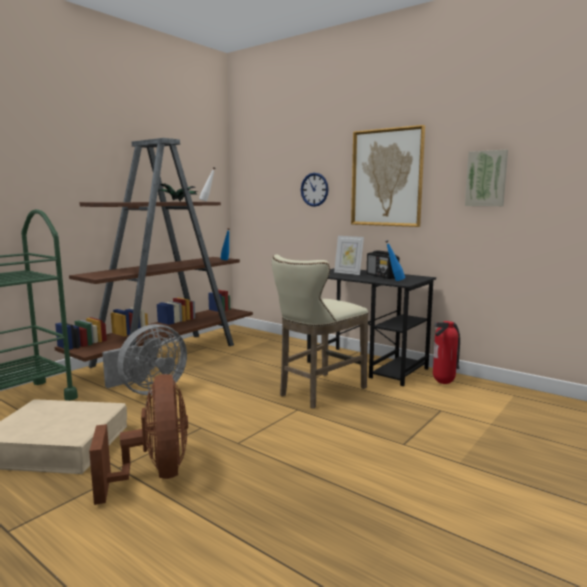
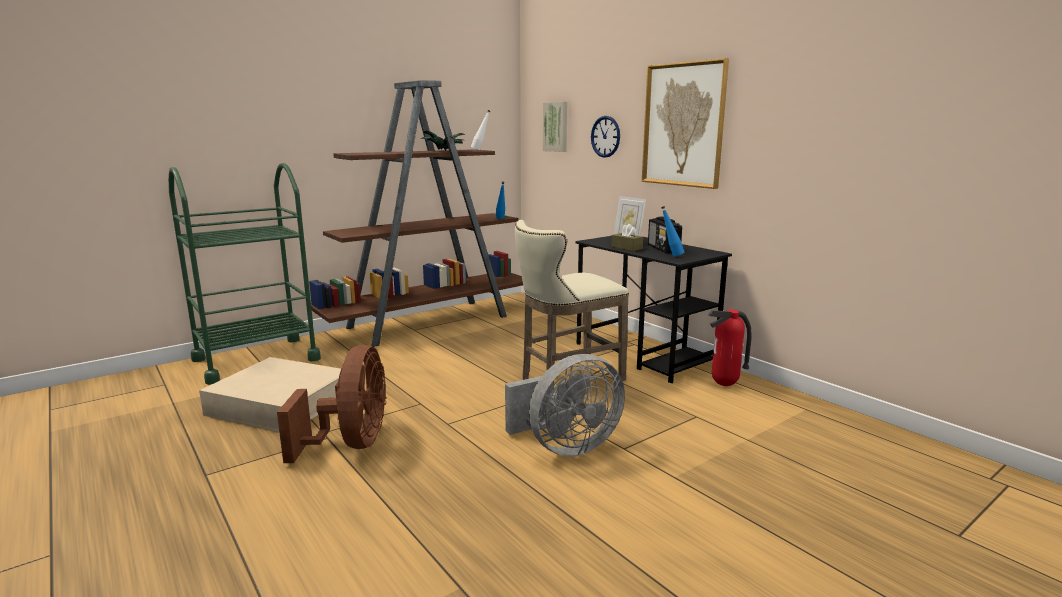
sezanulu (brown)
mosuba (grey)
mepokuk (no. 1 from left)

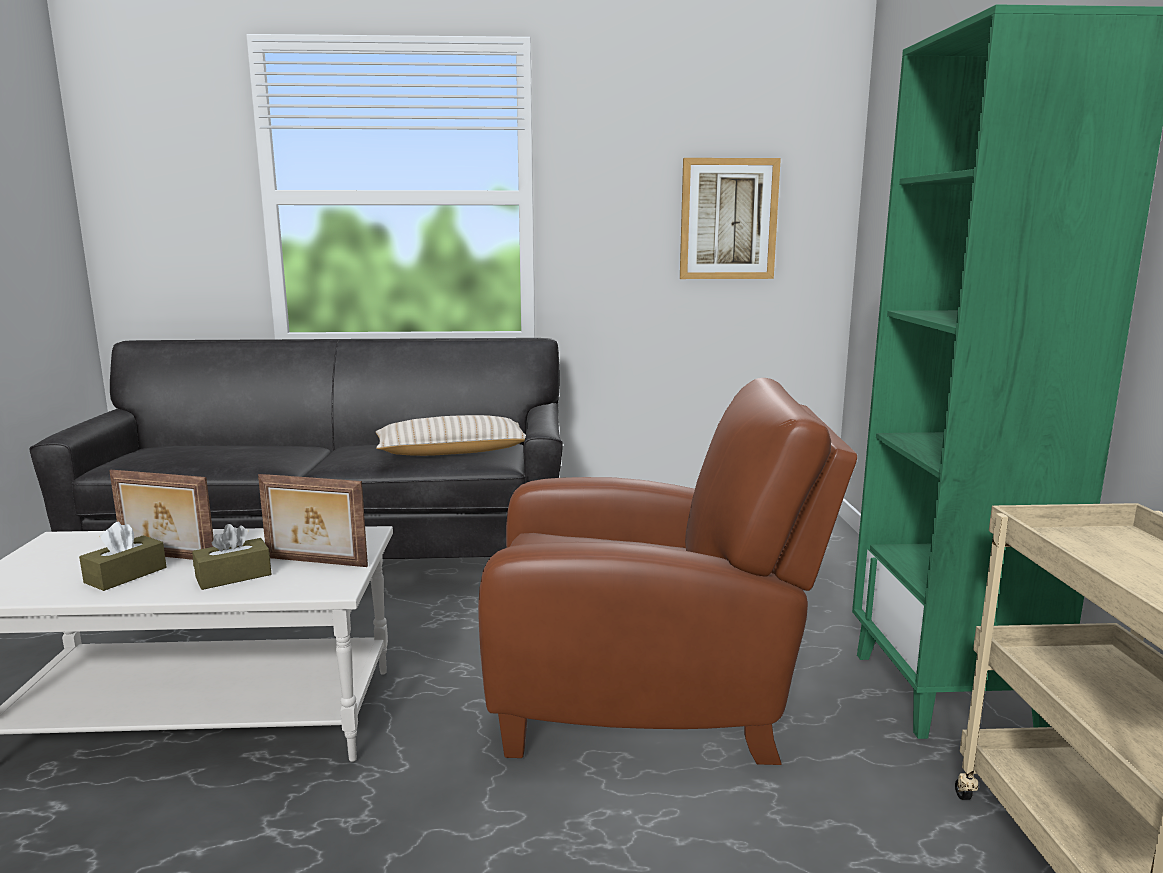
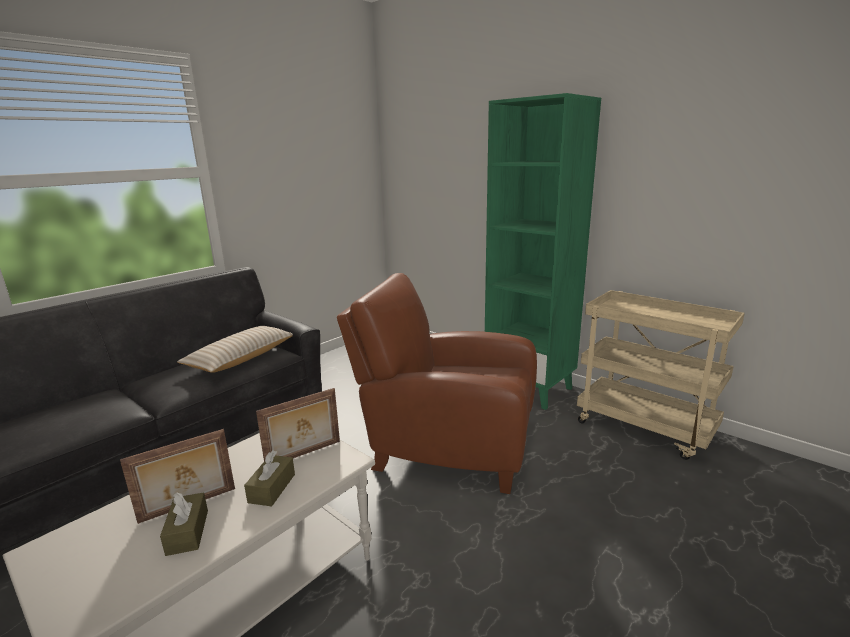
mepokuk
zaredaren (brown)

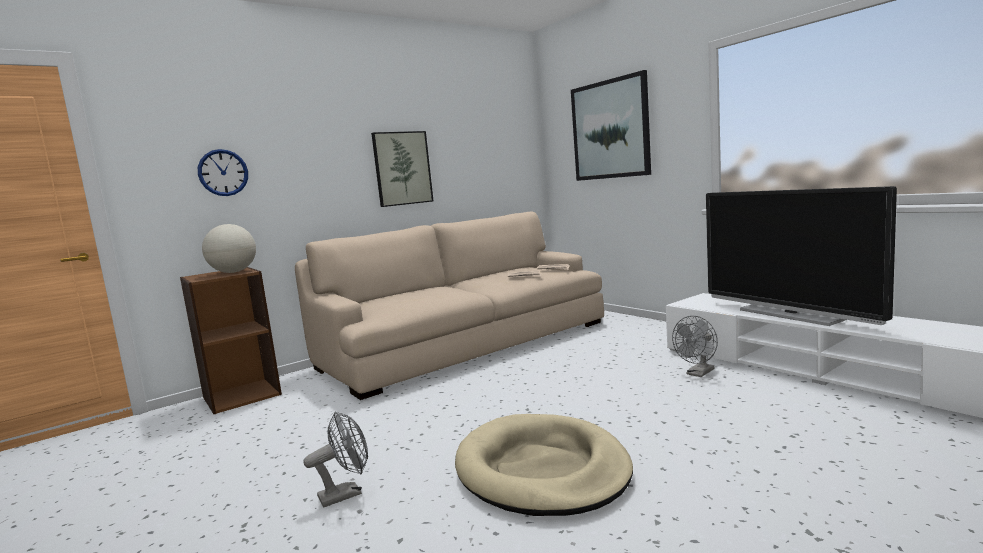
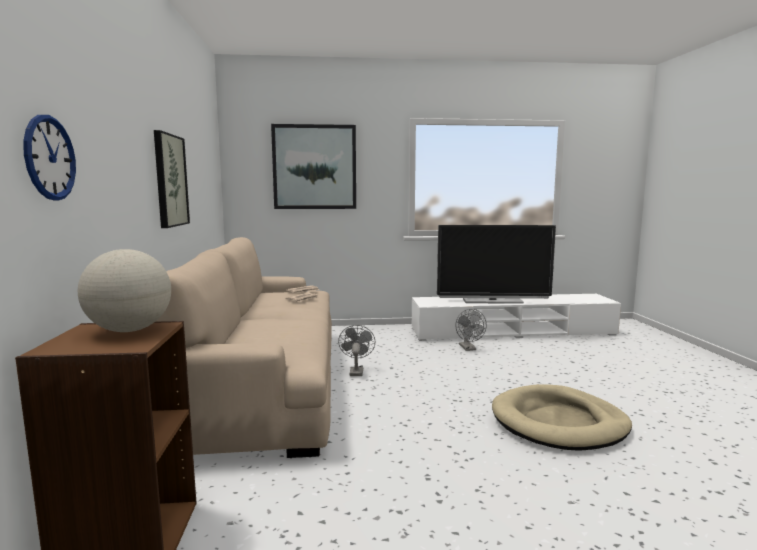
mosuba (grey) (no. 1 from left)

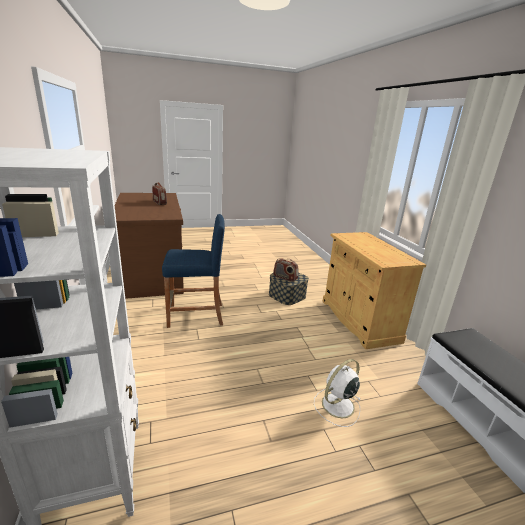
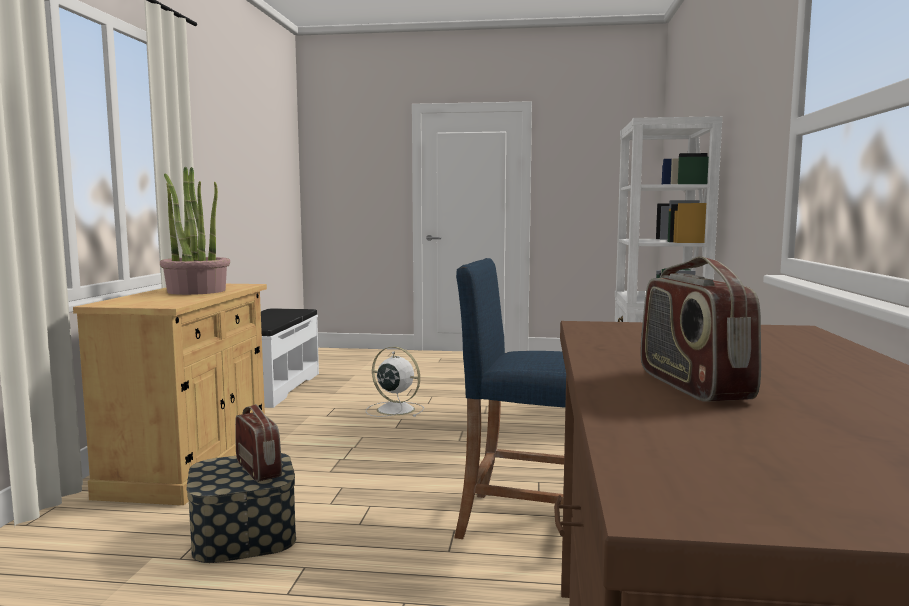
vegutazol
mosuba (white)

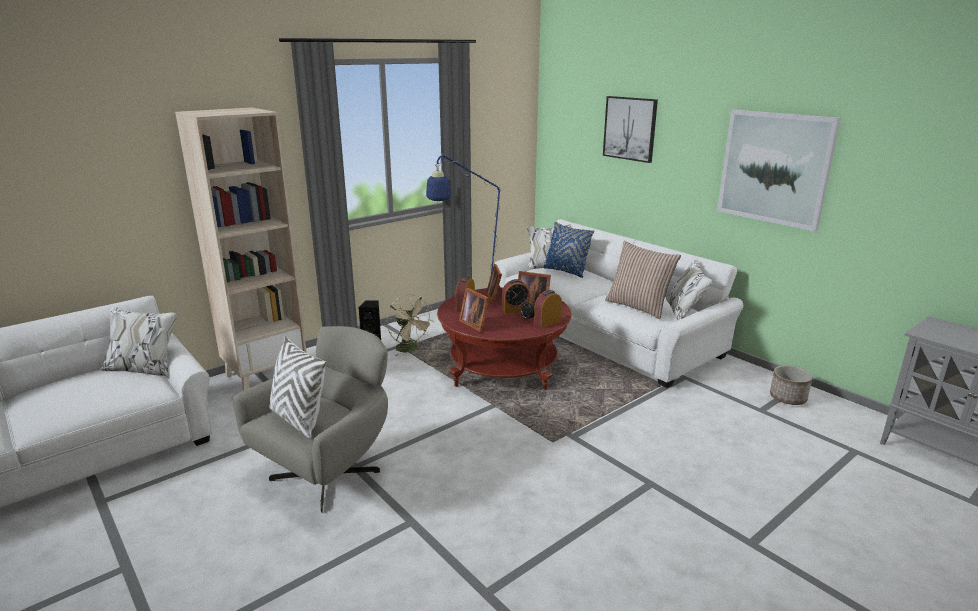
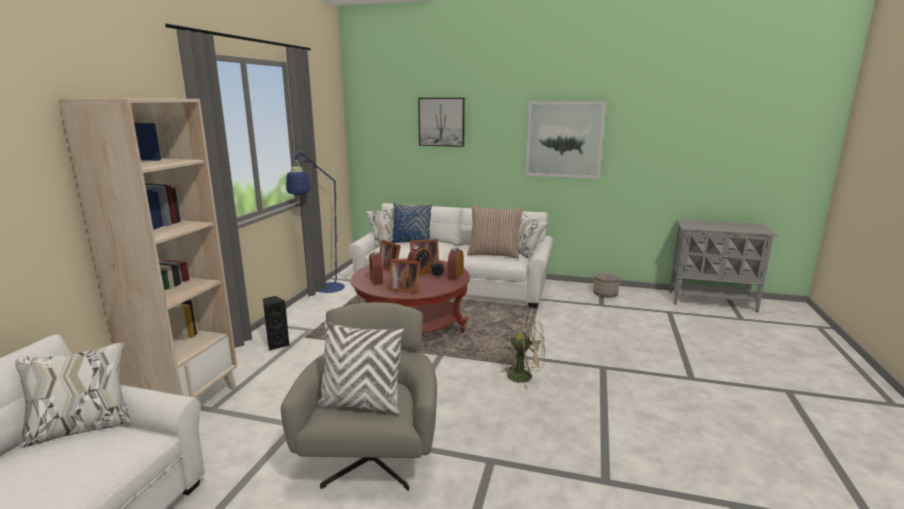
mosuba (beige)

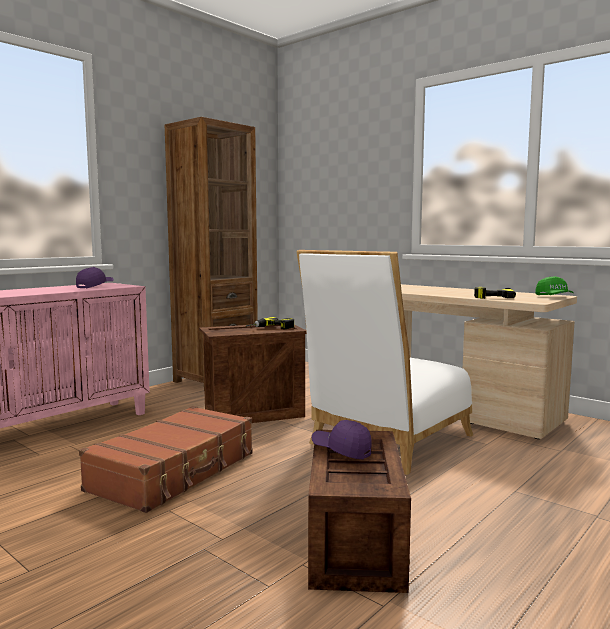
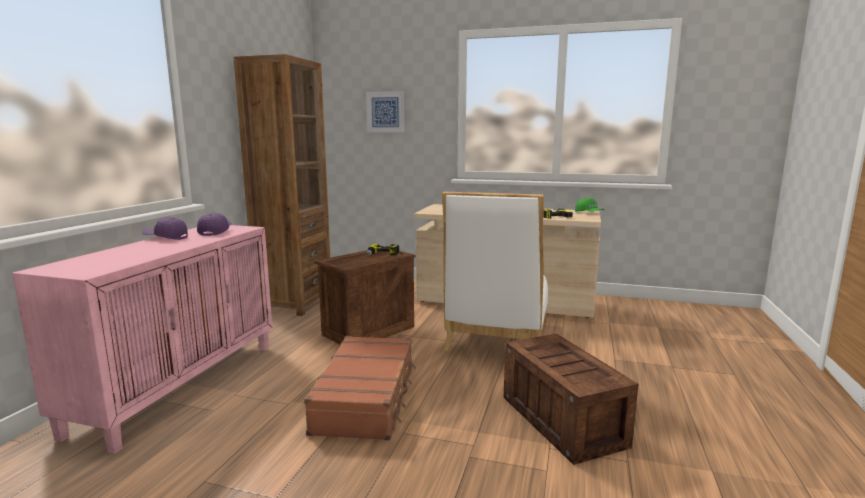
mepokuk
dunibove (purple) (no. 1 from left)

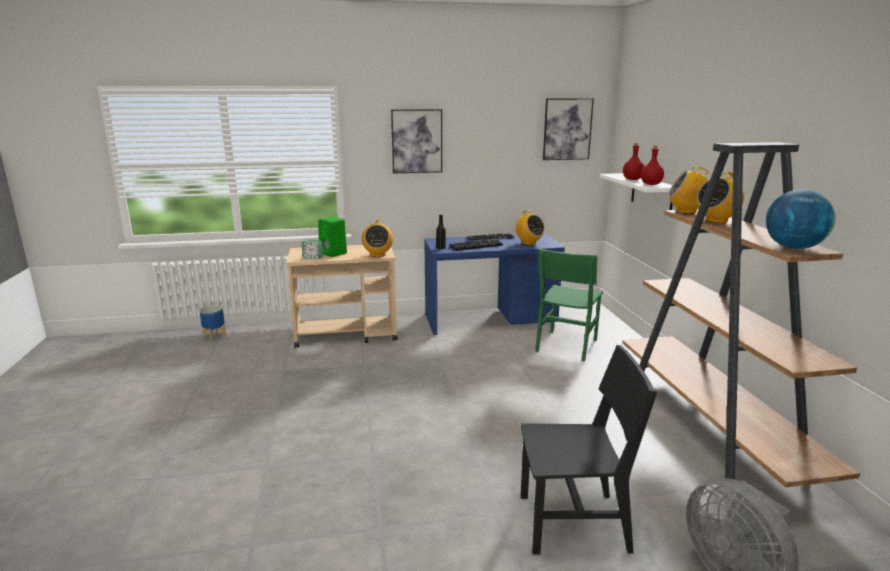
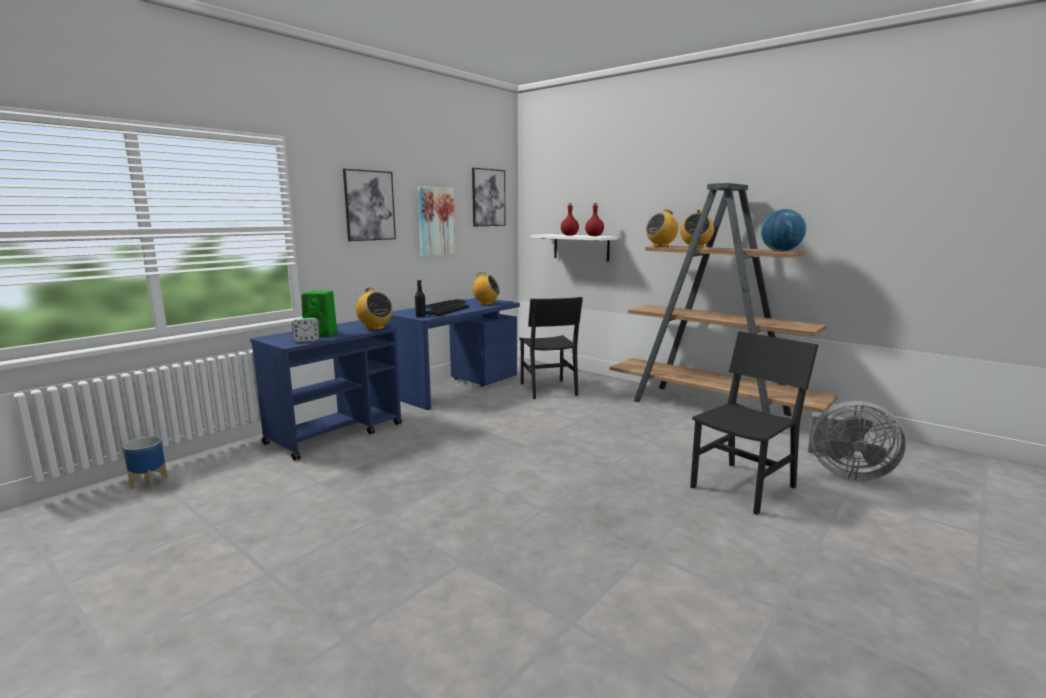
mepokuk (no. 2 from left)
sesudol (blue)
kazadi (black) (no. 1 from left)

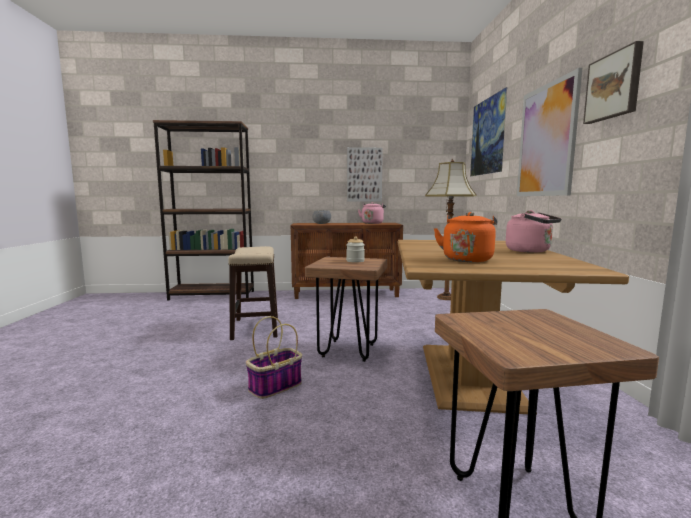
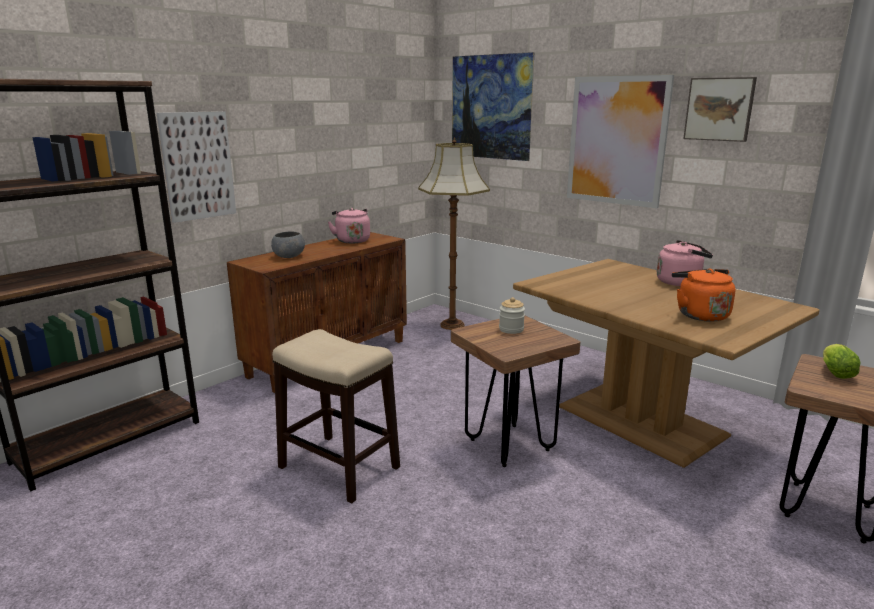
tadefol
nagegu
mepokuk (no. 1 from left)

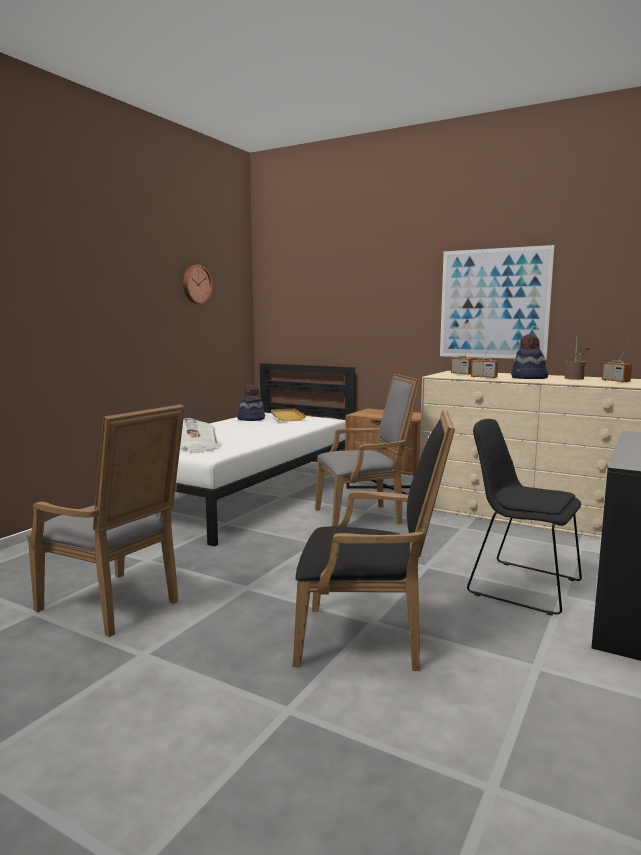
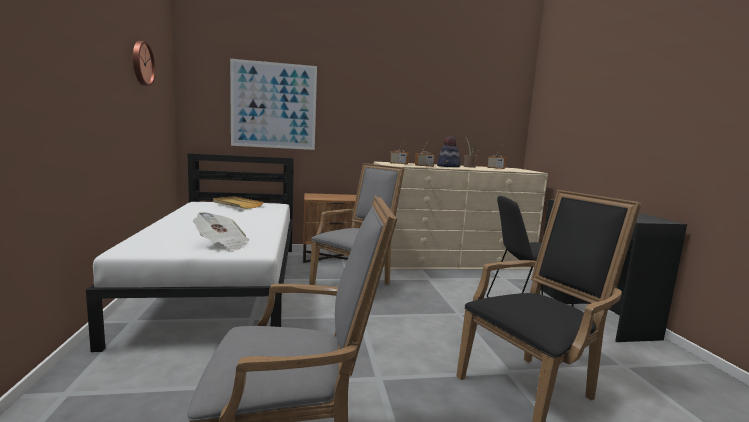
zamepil (no. 1 from left in the first image)
mepokuk

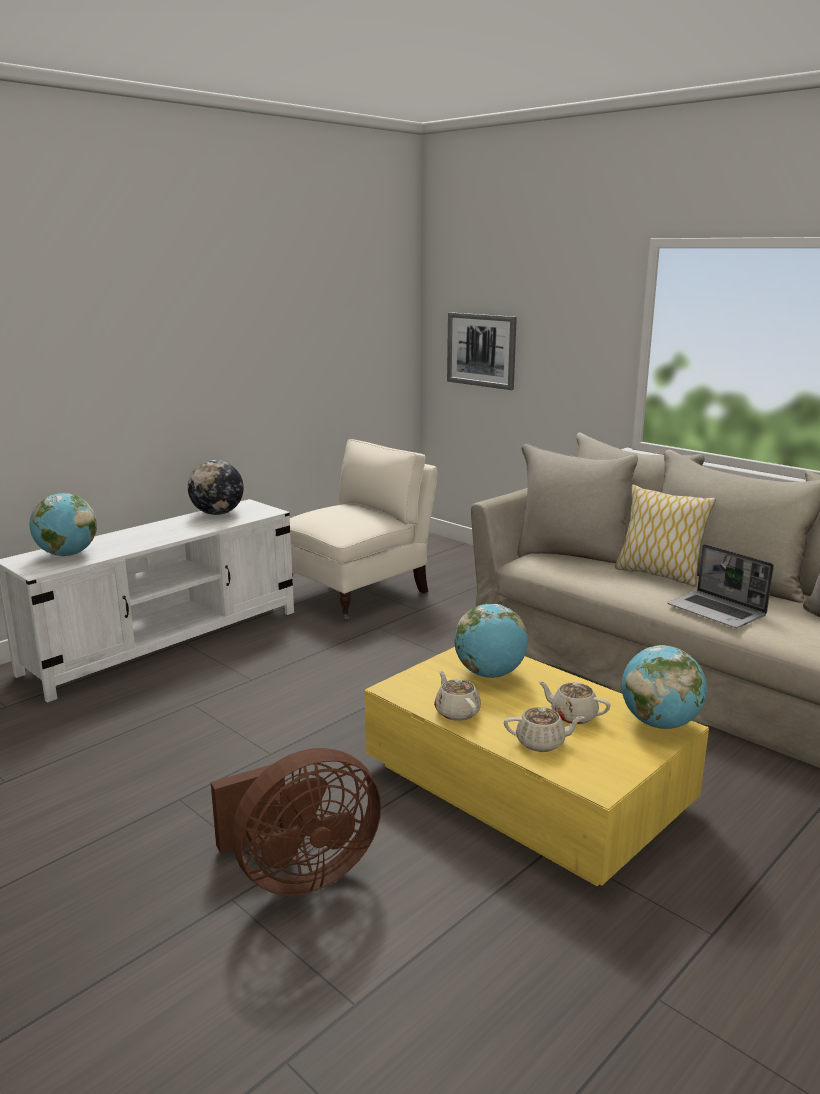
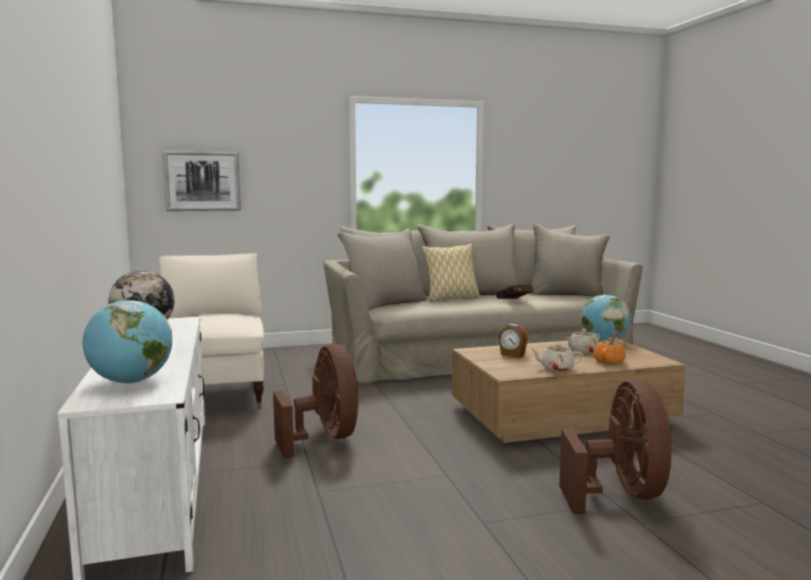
mosuba (brown) (no. 1 from left)
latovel
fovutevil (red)
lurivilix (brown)
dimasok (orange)

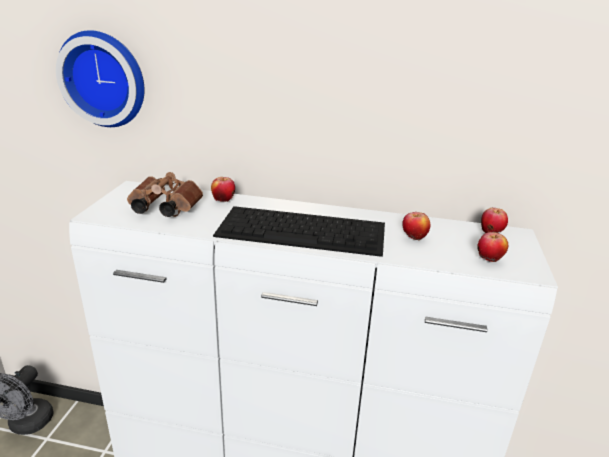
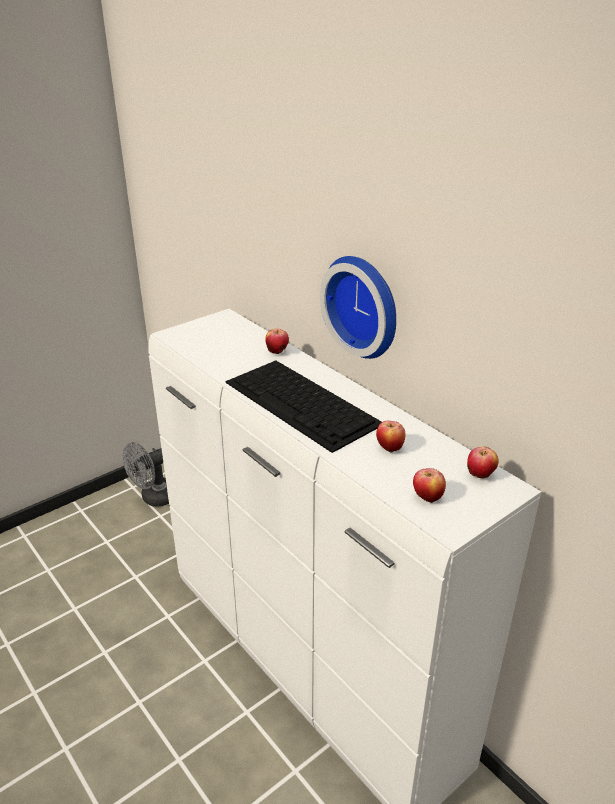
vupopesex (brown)
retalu

